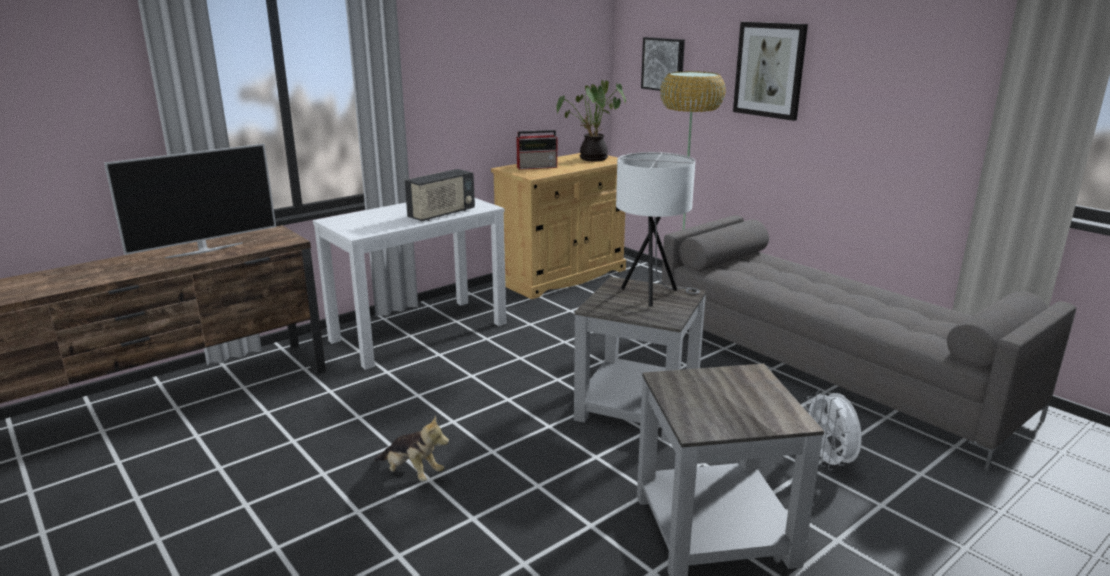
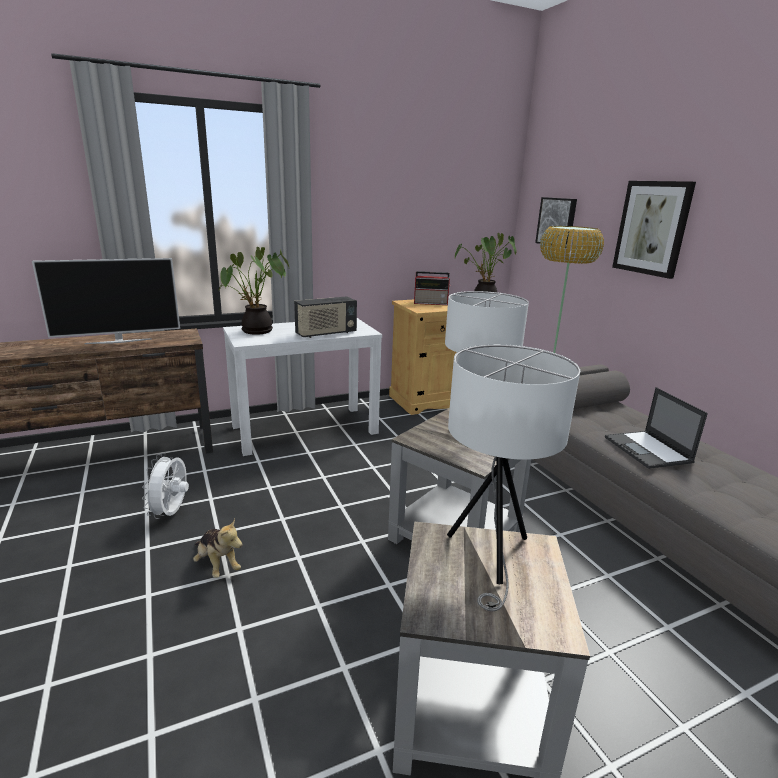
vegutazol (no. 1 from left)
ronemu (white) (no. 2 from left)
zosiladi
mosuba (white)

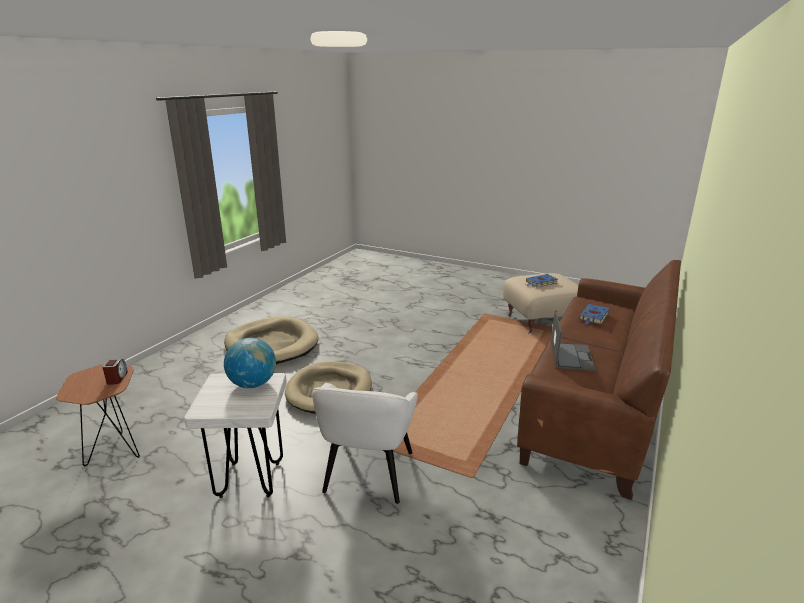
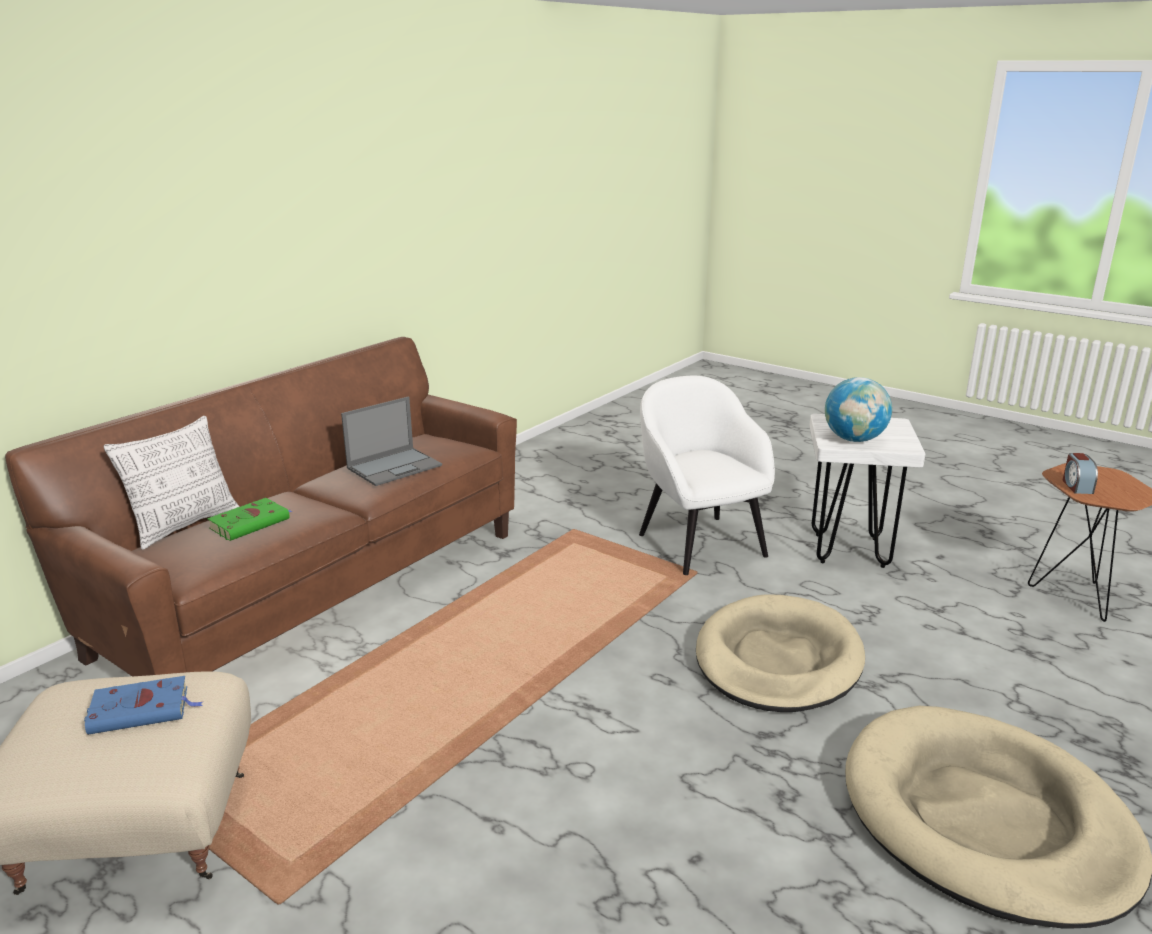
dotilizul
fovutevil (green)
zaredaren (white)
zosiladi

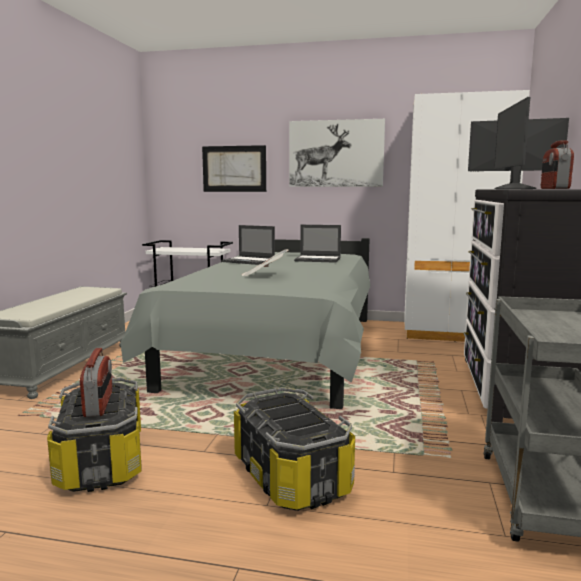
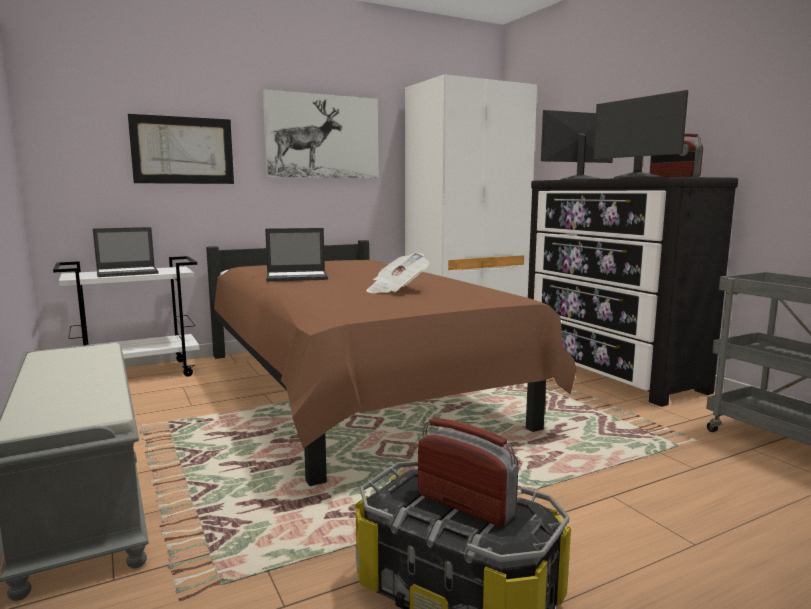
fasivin (no. 2 from left in the first image)
zosiladi (no. 1 from left)
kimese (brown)

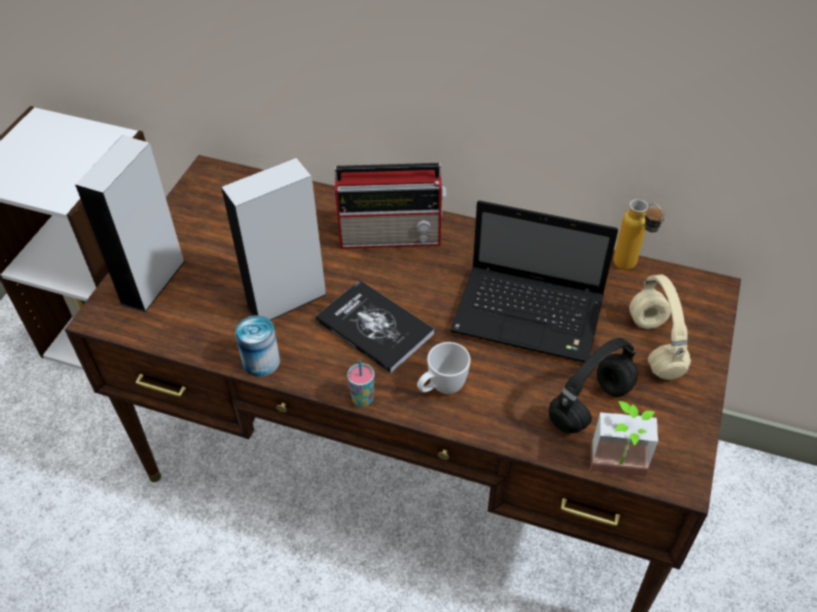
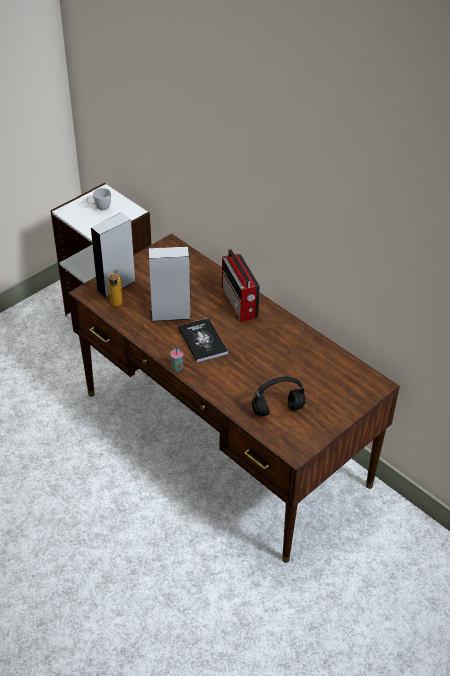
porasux
zosiladi
vegutazol
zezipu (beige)
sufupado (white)
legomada
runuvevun

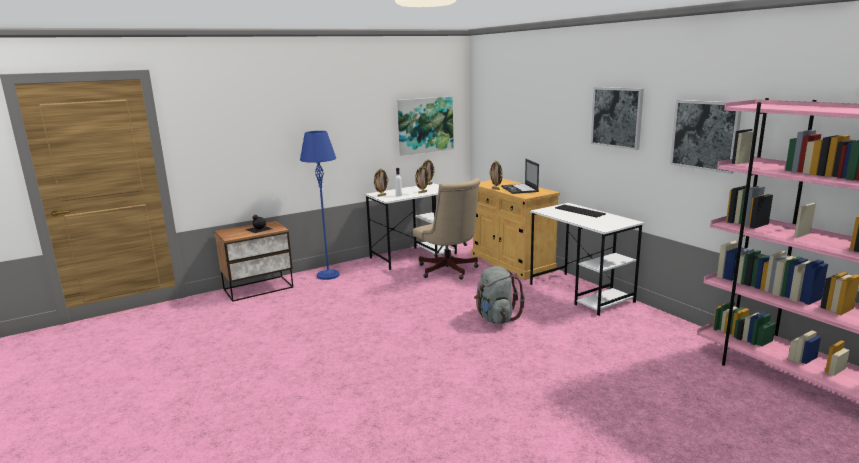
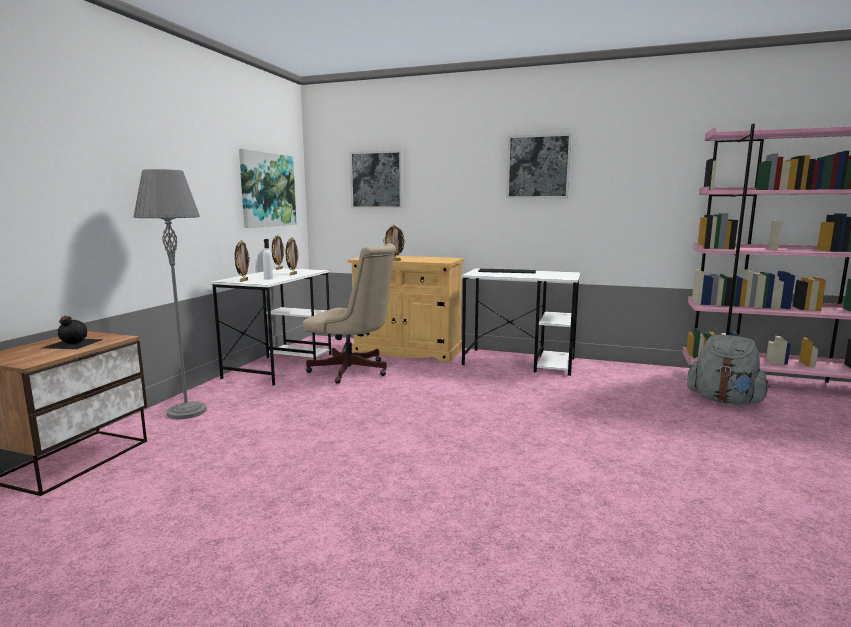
zosiladi
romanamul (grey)
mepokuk (no. 2 from left)
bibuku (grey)

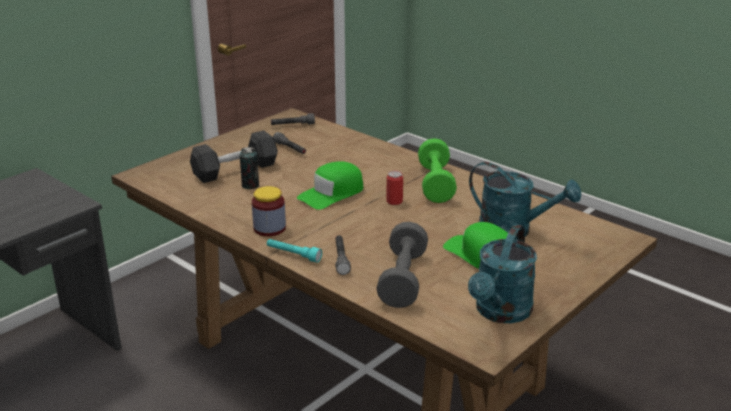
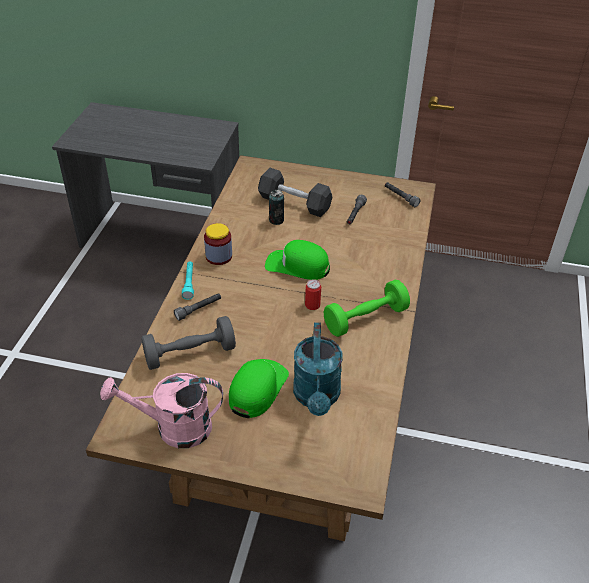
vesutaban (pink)

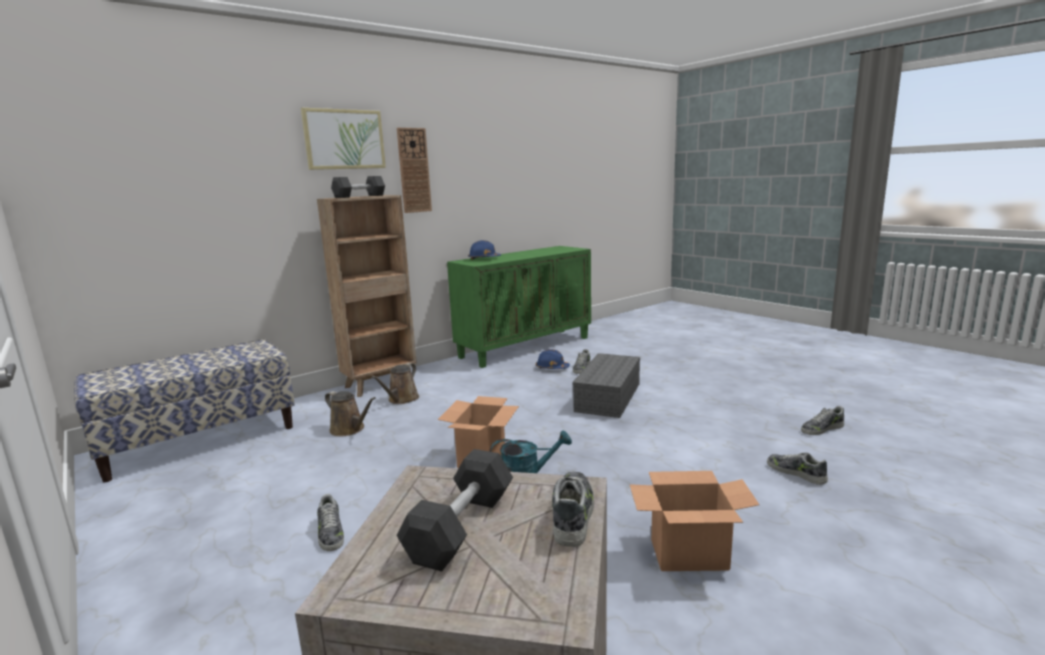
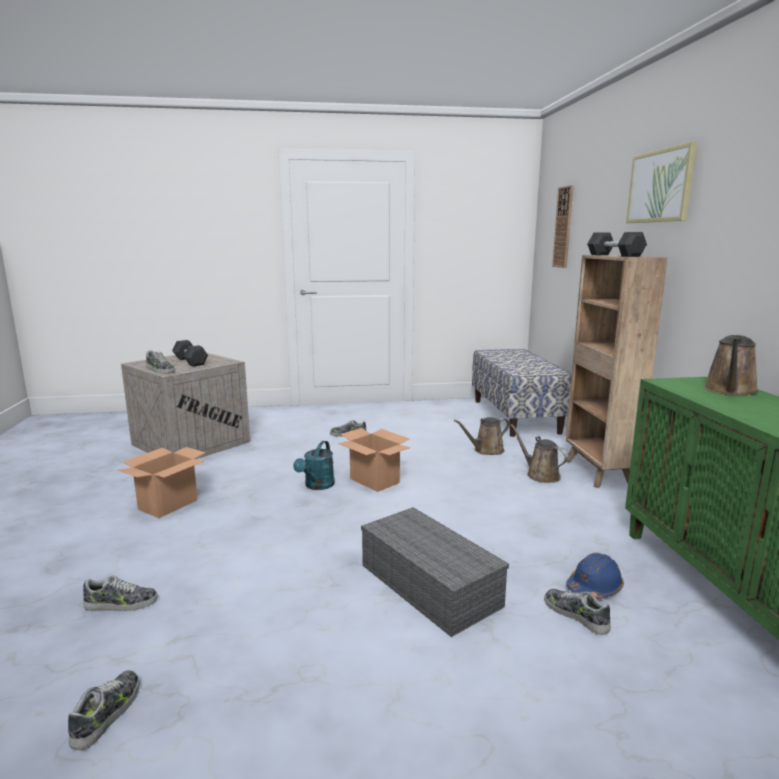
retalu
vesutaban (brown) (no. 3 from left)

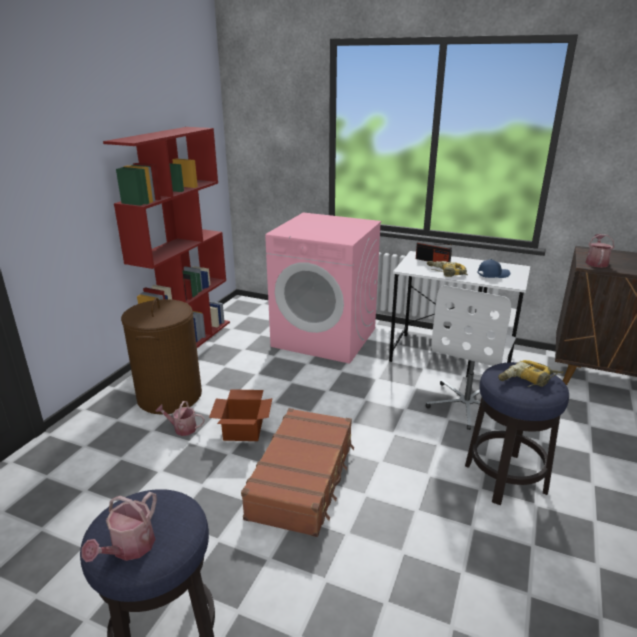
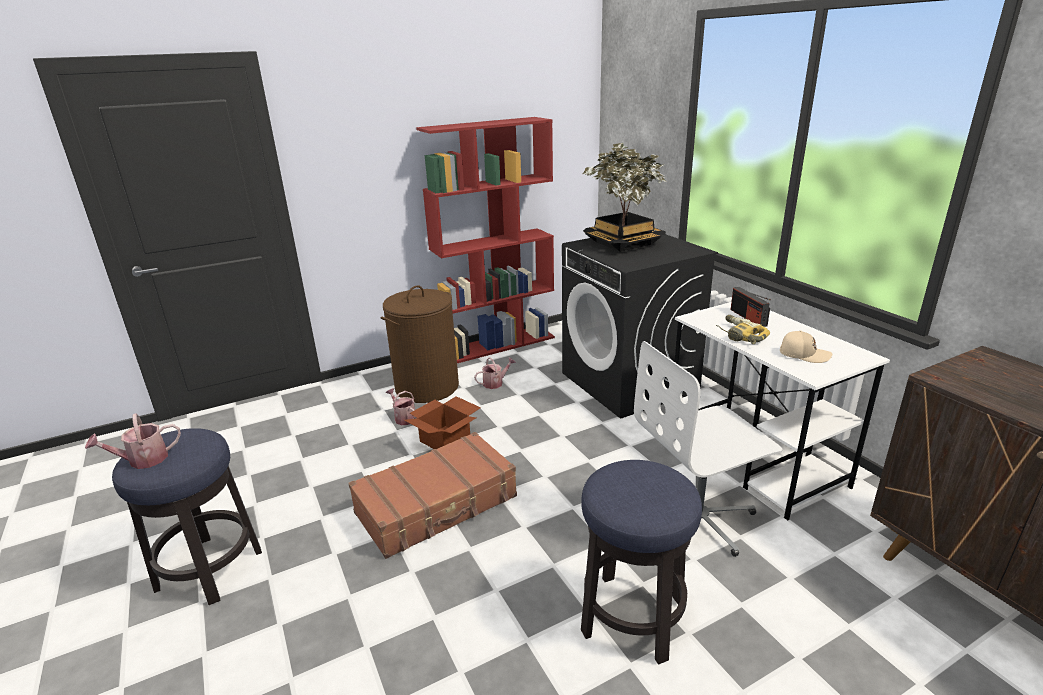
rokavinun (no. 2 from left in the first image)
vegutazol
vesutaban (no. 3 from left)
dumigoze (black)
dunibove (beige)

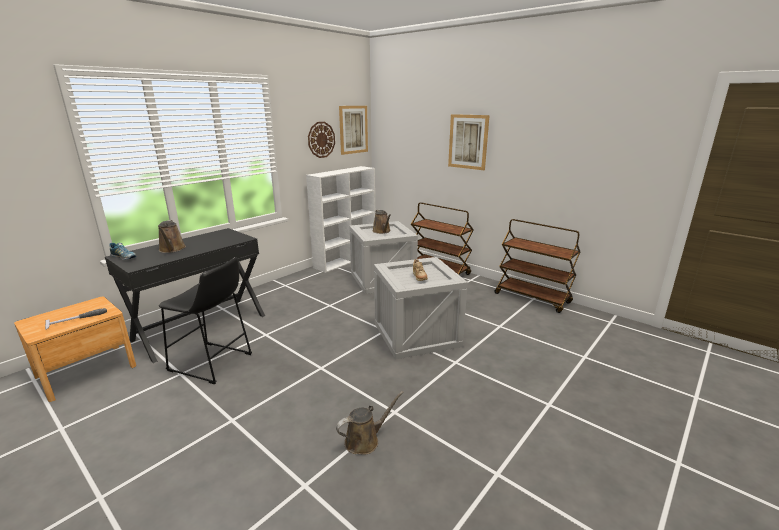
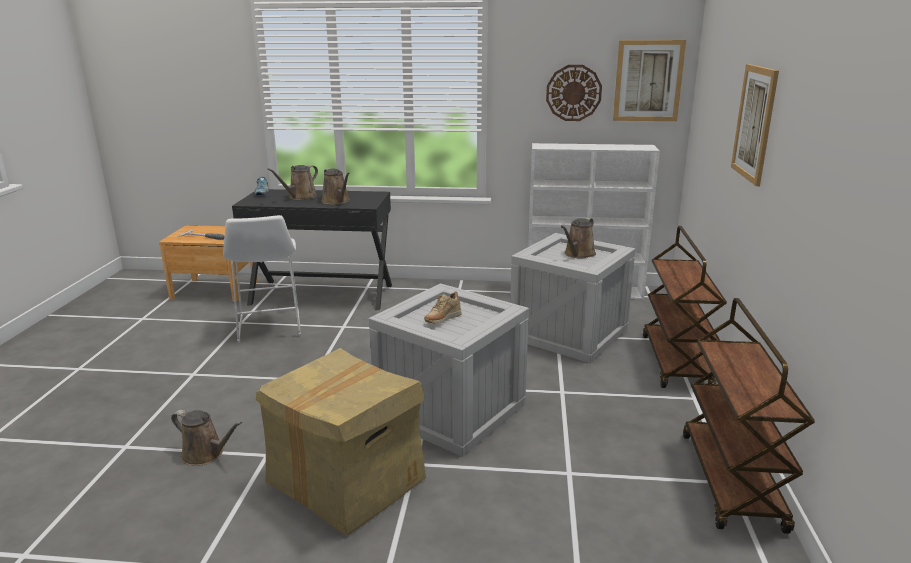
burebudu
vesutaban (brown) (no. 3 from left)
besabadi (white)

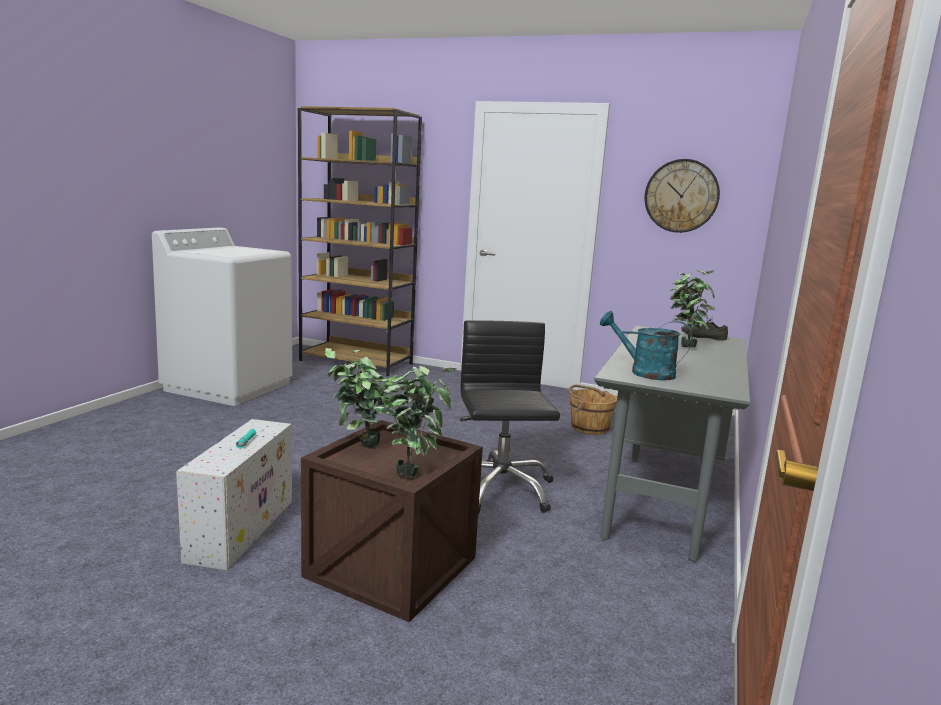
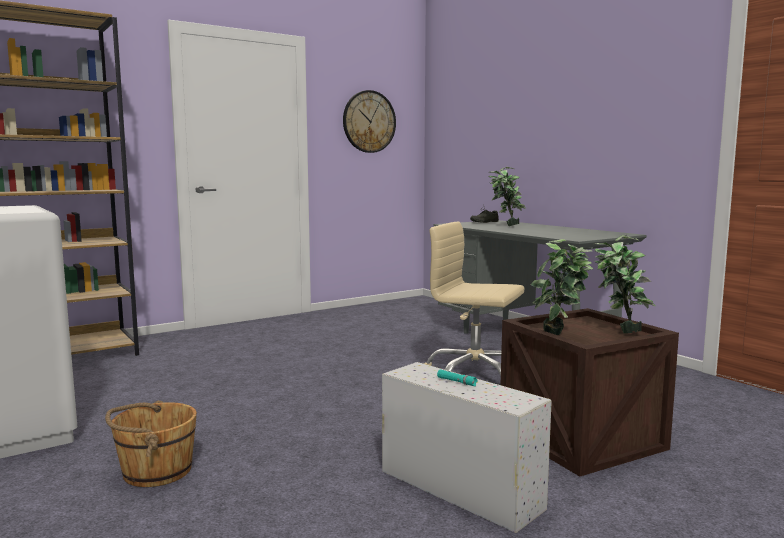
vesutaban (turquoise)
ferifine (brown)
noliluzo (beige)

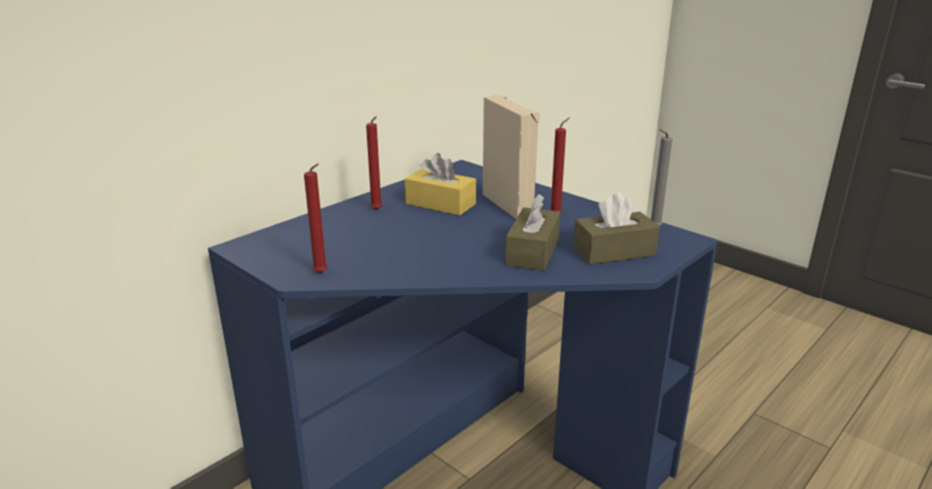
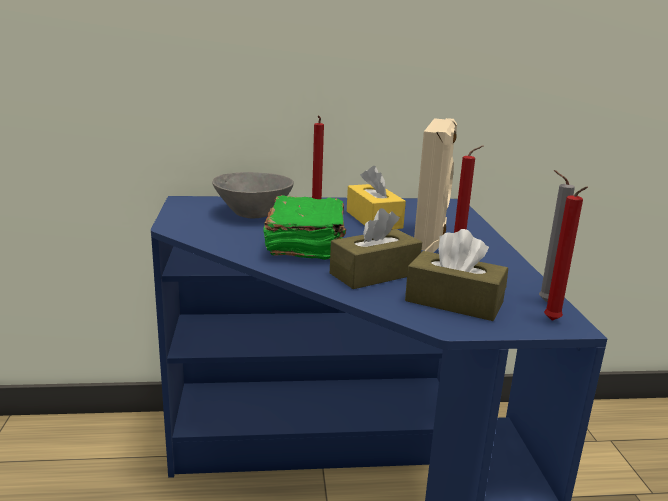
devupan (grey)
fovutevil (green)
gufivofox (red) (no. 3 from left)

